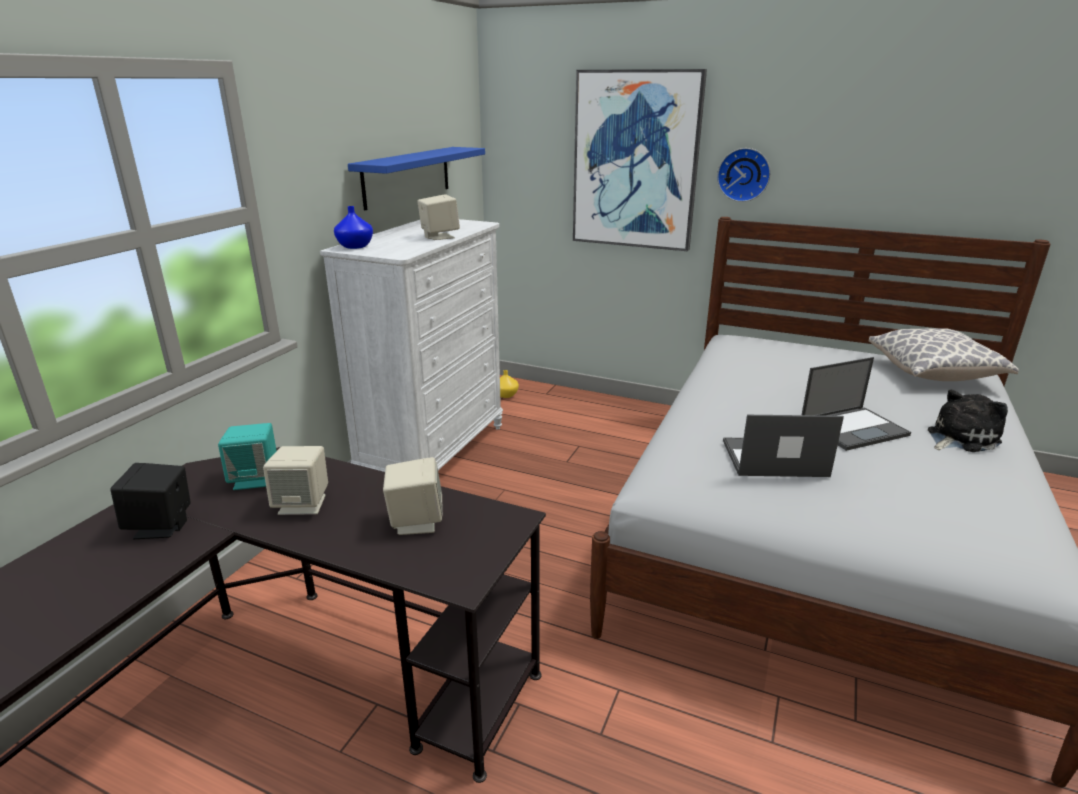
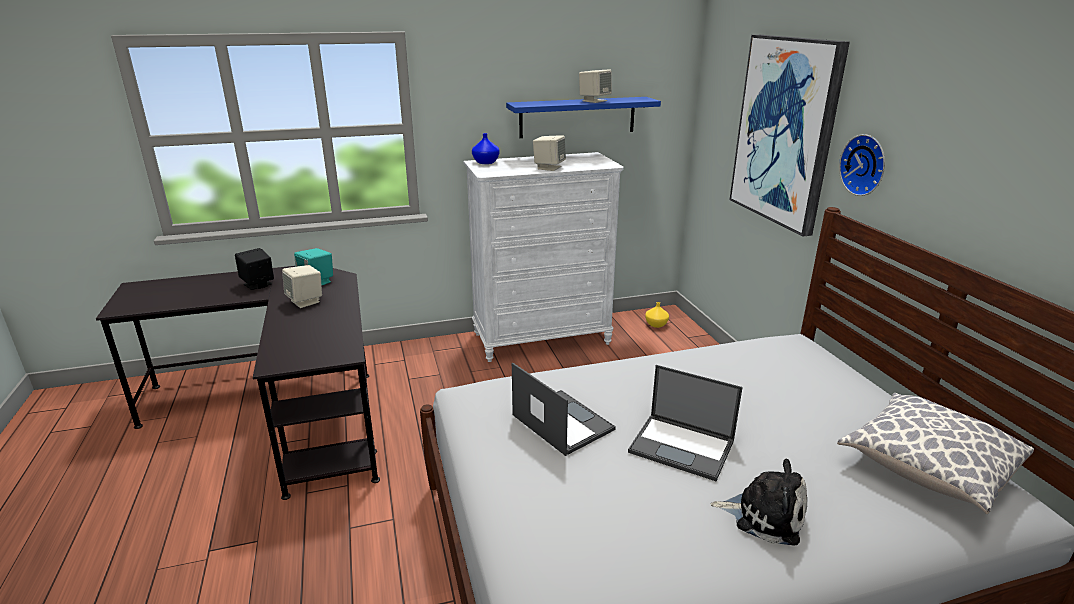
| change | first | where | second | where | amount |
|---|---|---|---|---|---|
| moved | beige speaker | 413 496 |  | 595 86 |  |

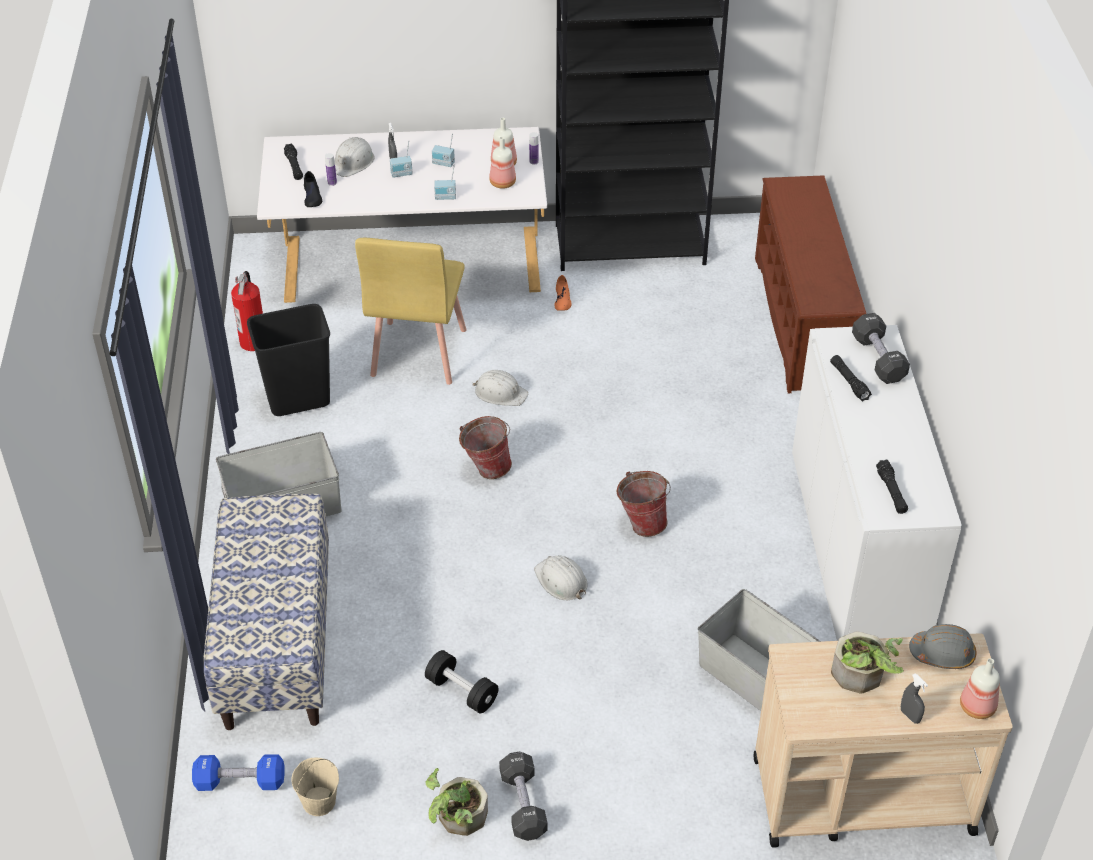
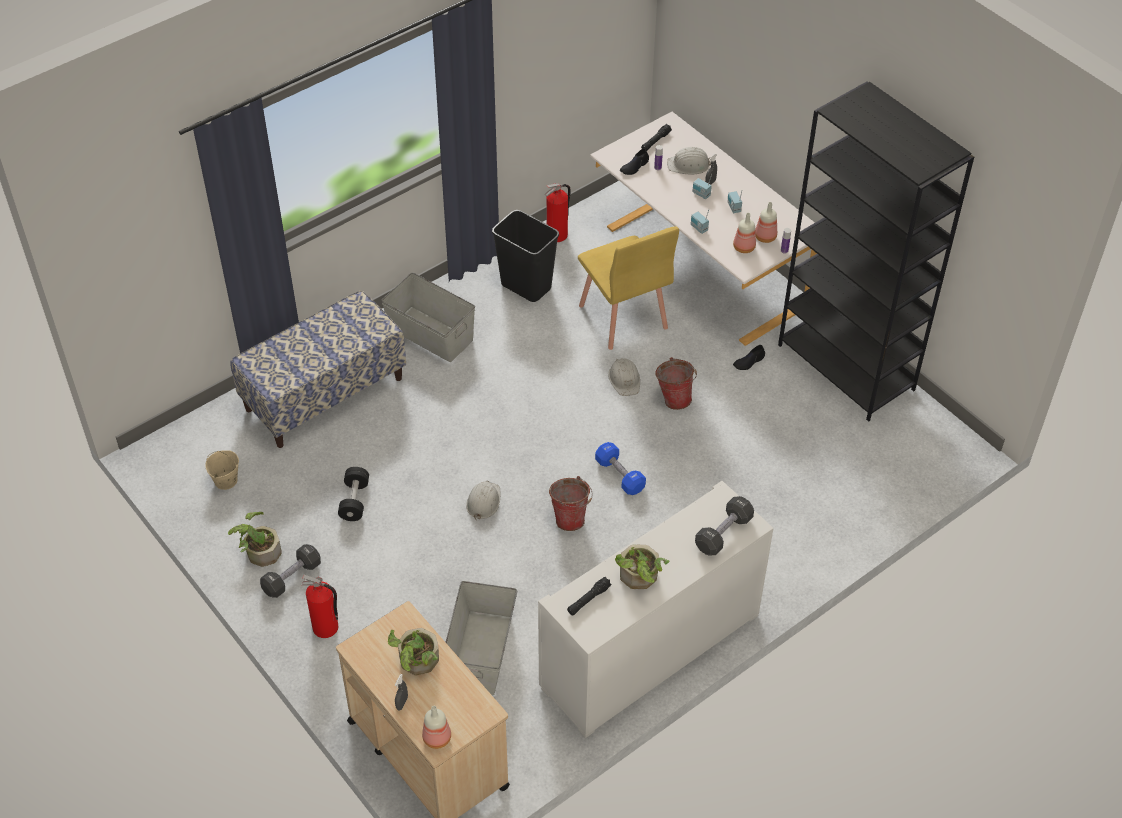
| change | first | where | second | where | amount |
|---|---|---|---|---|---|
| moved | blue dumbbell | 238 772 |  | 620 468 |  |
| turned | yellow chair | 411 311 |  | 628 288 | 90 degrees counterclockwise |
| moved | bucket | 485 447 |  | 676 383 |  |
| recoloured | orange shoe | 563 293 | black shoe | 749 357 |  |
| removed | brown shoe rack | 810 284 |  |  |  |
| removed | black flashlight | 851 378 |  |  |  |
| removed | grey hard hat | 942 646 |  |  |  |
| added |  |  | fire extinguisher | 320 606 |  |
| added |  |  | potted plant | 642 567 |  |

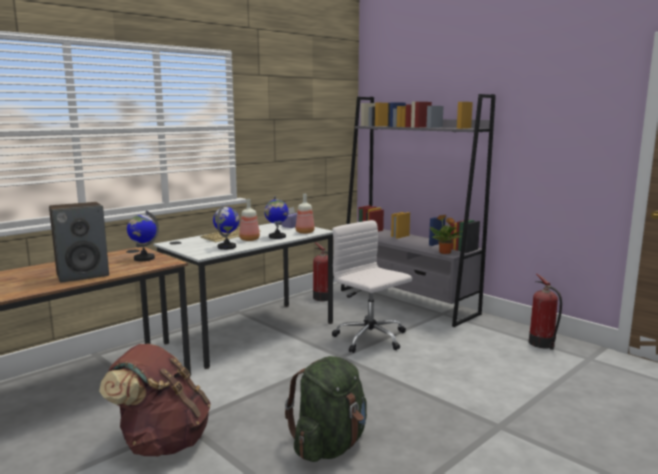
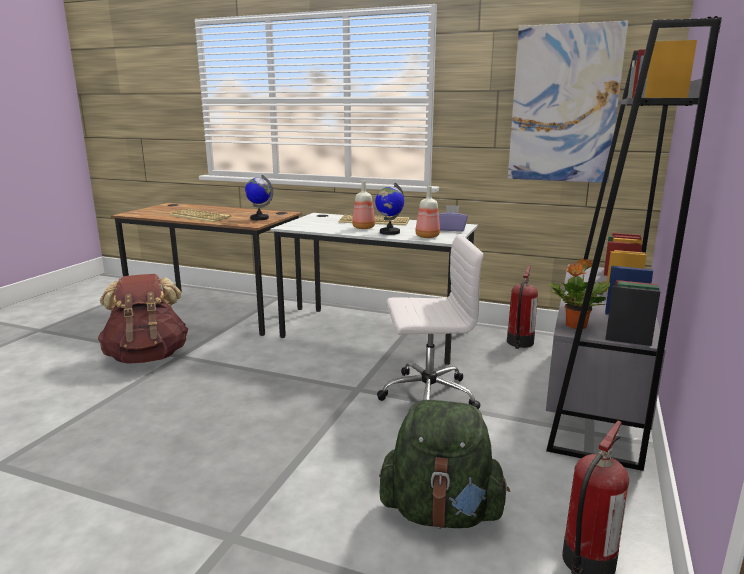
| change | first | where | second | where | amount |
|---|---|---|---|---|---|
| replaced | speaker | 79 242 | keyboard | 200 215 |  |
| removed | globe | 226 227 |  |  |  |
| moved | green backpack | 326 409 |  | 444 464 |  |
| turned | white office chair | 372 286 |  | 430 322 | 60 degrees clockwise |
| added |  |  | picture | 568 102 |  |

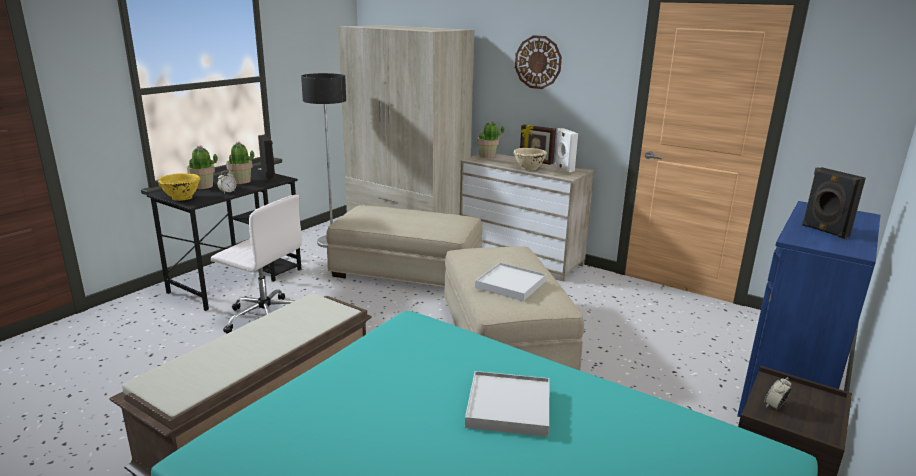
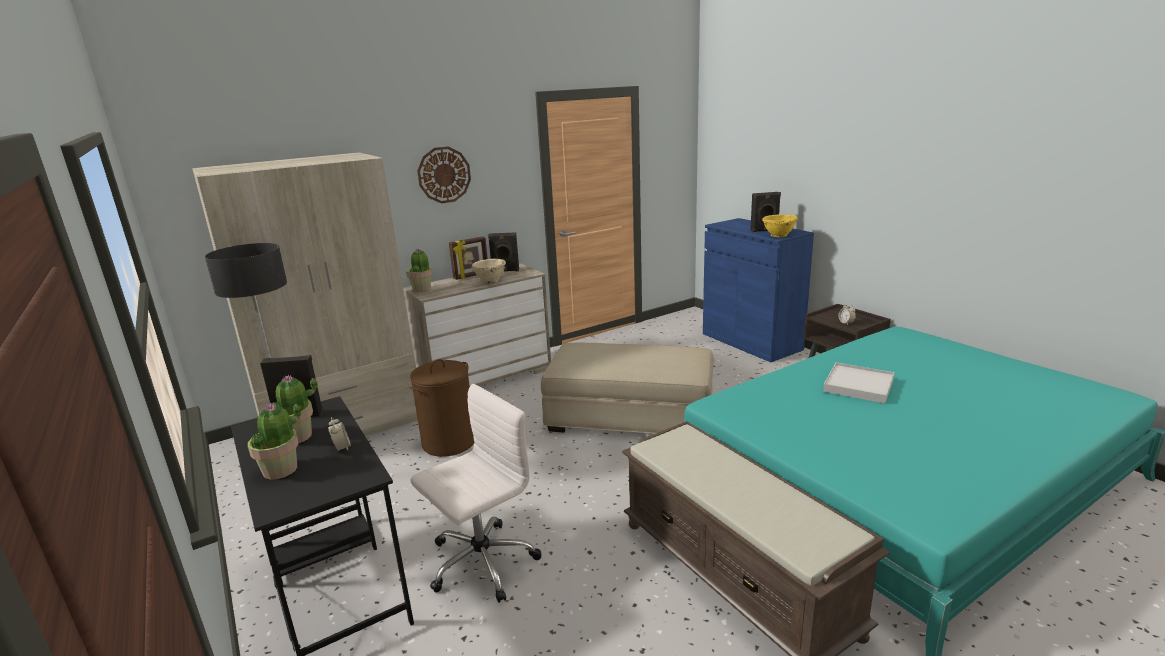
| change | first | where | second | where | amount |
|---|---|---|---|---|---|
| moved | yellow bowl | 179 187 |  | 780 225 |  |
| replaced | beige ottoman | 404 246 | brown laundry basket | 442 408 |  |
| removed | white tray | 511 282 |  |  |  |
| recoloured | white speaker | 566 150 | black speaker | 503 251 |  |

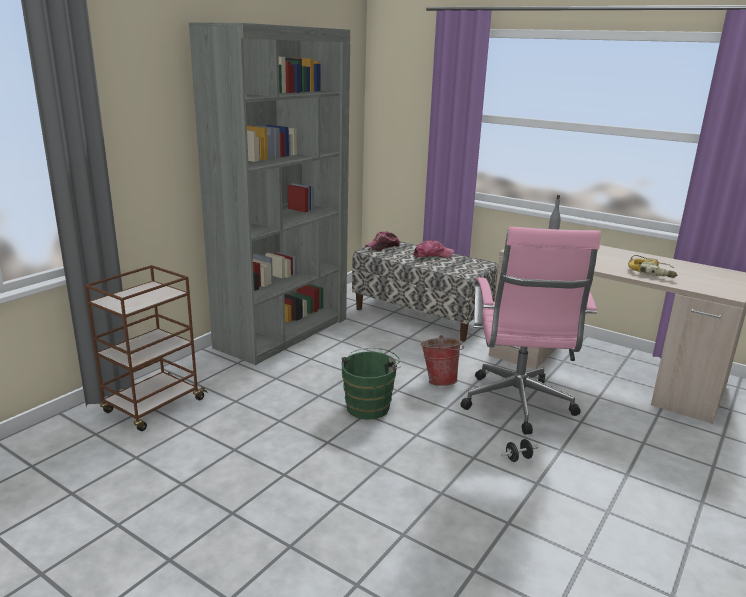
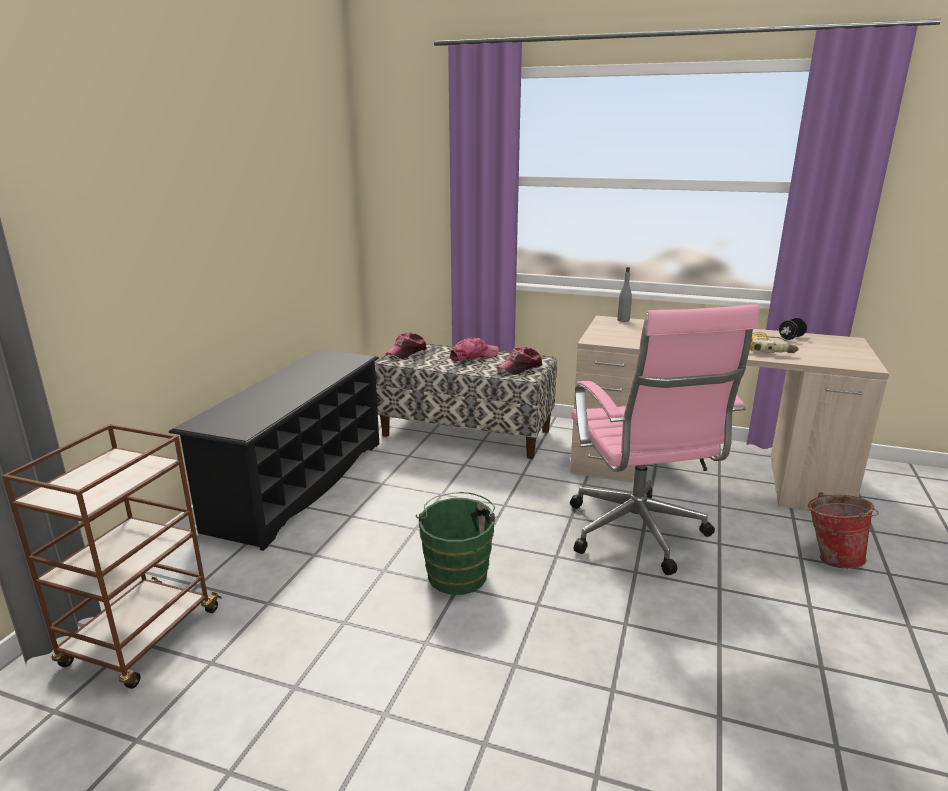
| change | first | where | second | where | amount |
|---|---|---|---|---|---|
| replaced | grey bookcase | 269 193 | black shoe rack | 274 450 |  |
| moved | bucket | 442 360 |  | 843 530 |  |
| moved | black dumbbell | 519 450 |  | 793 329 |  |
| added |  |  | cap | 519 361 |  |

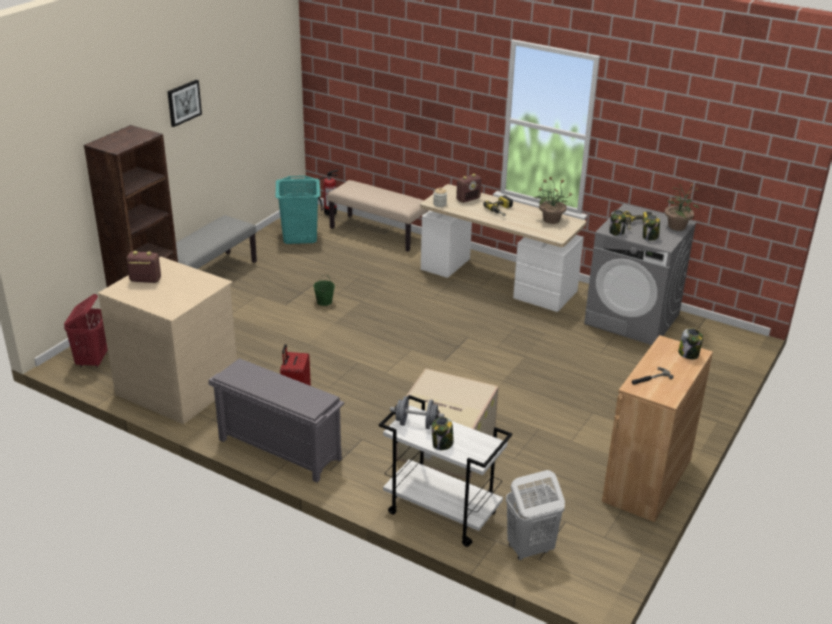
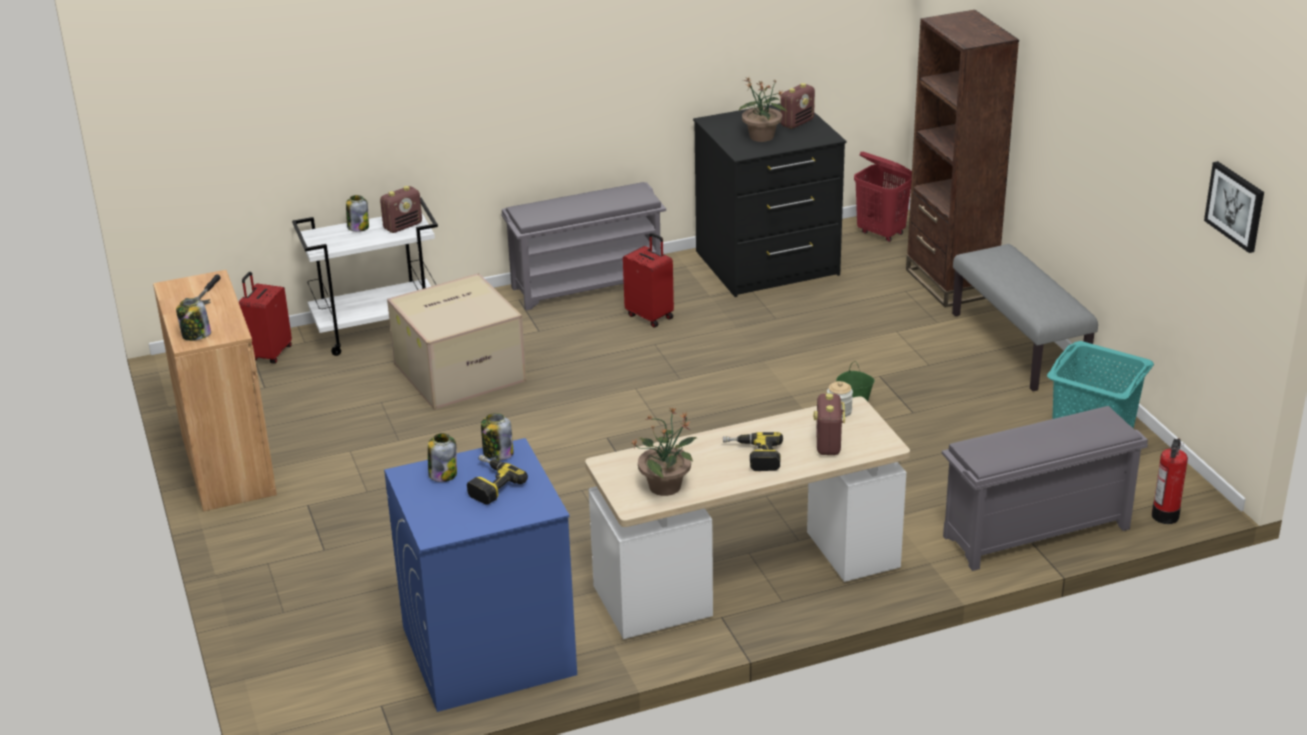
| change | first | where | second | where | amount |
|---|---|---|---|---|---|
| recoloured | beige dresser | 167 340 | black dresser | 770 200 |  |
| moved | picture | 184 103 |  | 1234 207 |  |
| replaced | beige bench | 378 216 | grey shoe rack | 1045 488 |  |
| replaced | grey dumbbell | 417 412 | radio | 401 209 |  |
| replaced | white laundry basket | 535 515 | red suitcase | 265 317 |  |
| recoloured | grey washing machine | 640 274 | blue washing machine | 480 575 |  |
| moved | potted plant | 681 207 |  | 763 109 |  |

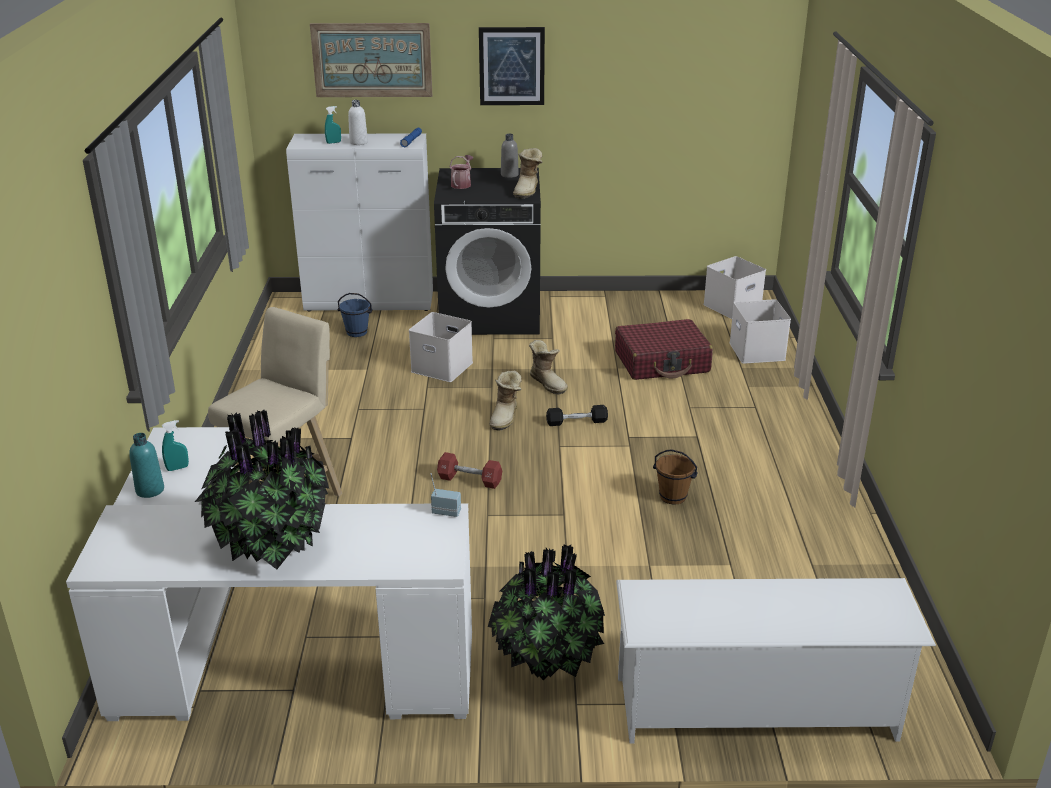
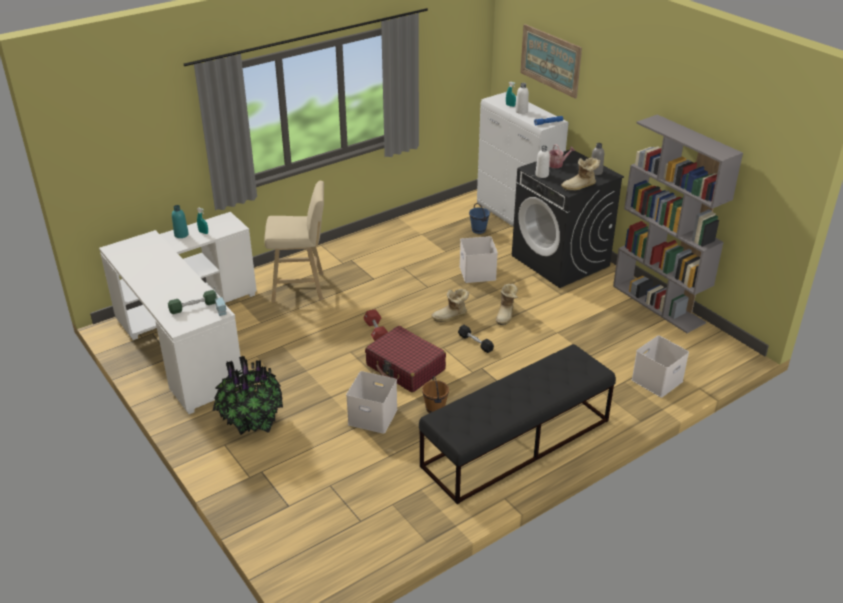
| change | first | where | second | where | amount |
|---|---|---|---|---|---|
| removed | potted plant | 262 489 |  |  |  |
| removed | picture | 512 66 |  |  |  |
| moved | red suitcase | 664 349 |  | 405 359 |  |
| removed | white shoe rack | 776 660 |  |  |  |
| moved | white storage box | 734 287 |  | 372 402 |  |
| added |  |  | green dumbbell | 192 302 |  |
| added |  |  | black bench | 517 424 |  |
| added |  |  | white bottle | 542 161 |  |
| added |  |  | grey bookcase | 678 224 |  |

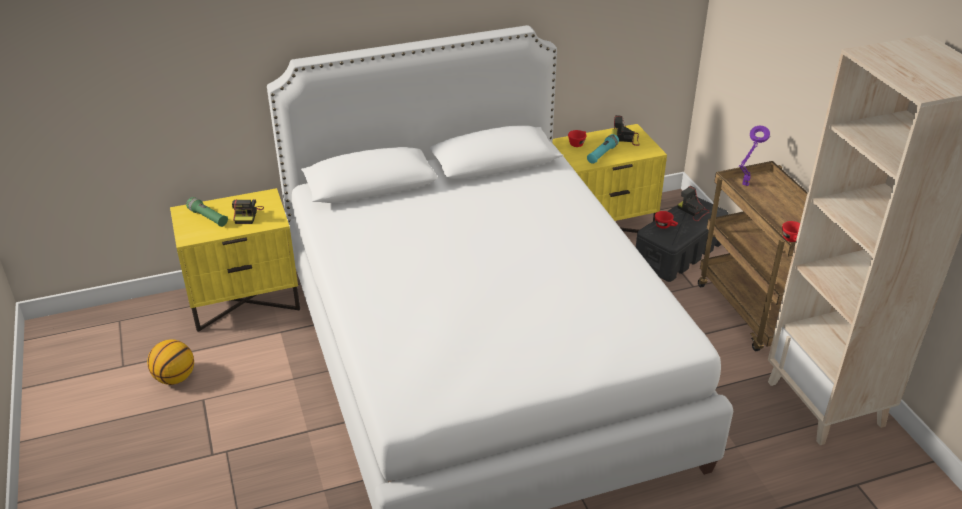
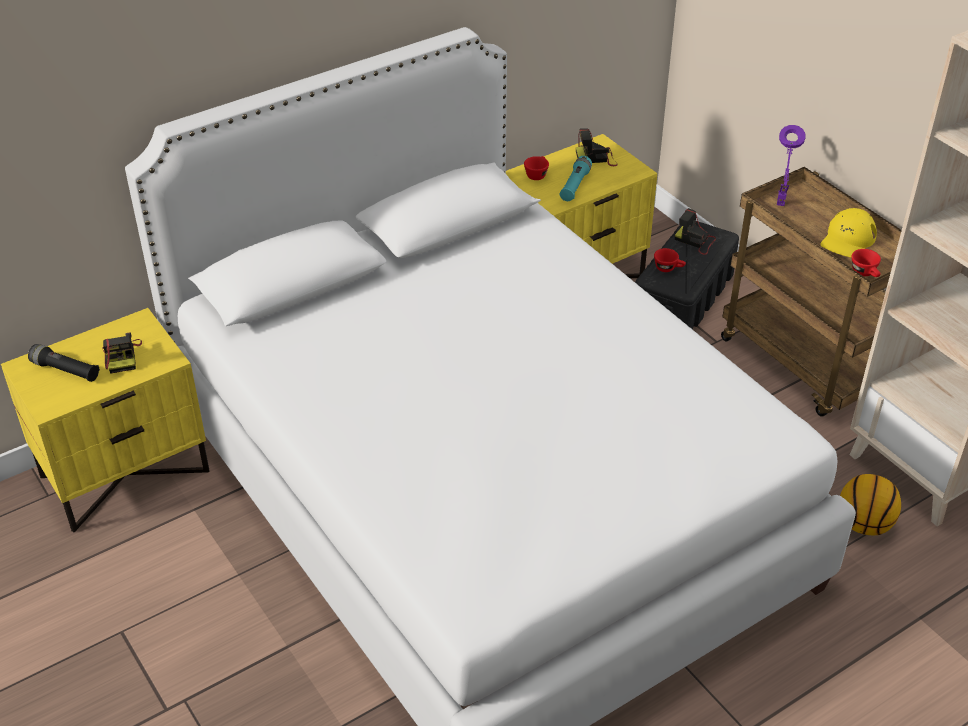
| change | first | where | second | where | amount |
|---|---|---|---|---|---|
| moved | basketball | 170 362 |  | 870 504 |  |
| recoloured | green flashlight | 207 212 | black flashlight | 64 363 |  |
| added |  |  | yellow cap | 848 233 |  |

